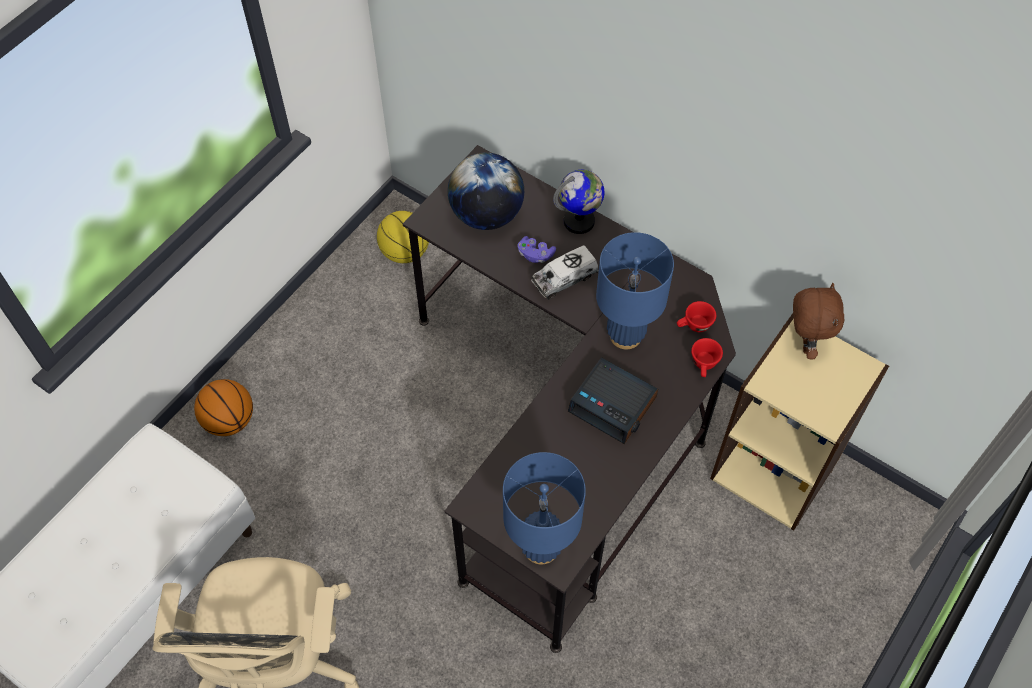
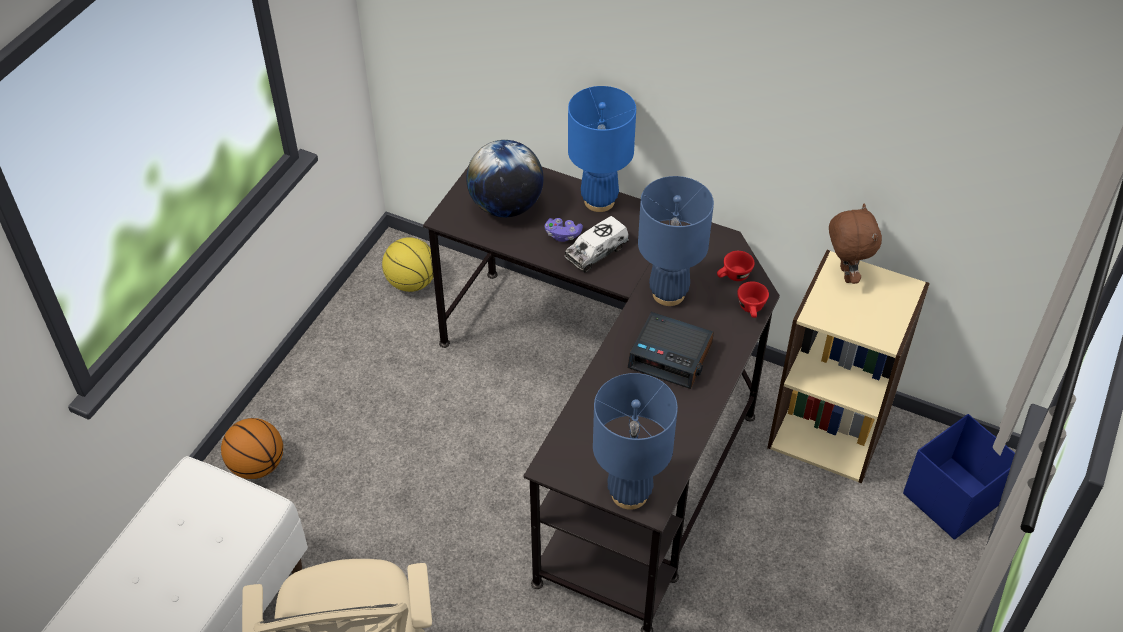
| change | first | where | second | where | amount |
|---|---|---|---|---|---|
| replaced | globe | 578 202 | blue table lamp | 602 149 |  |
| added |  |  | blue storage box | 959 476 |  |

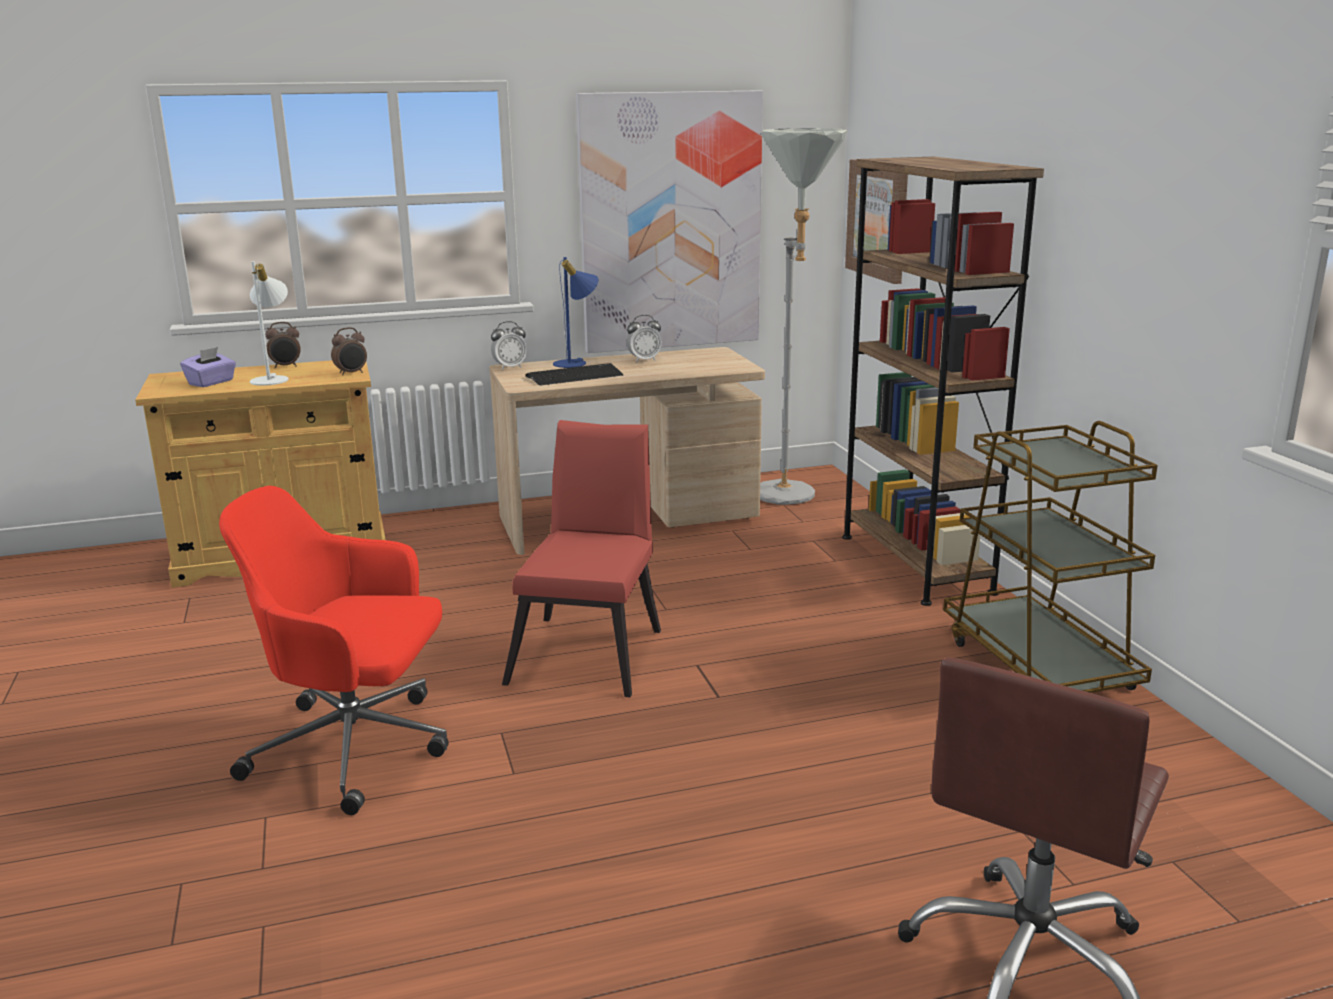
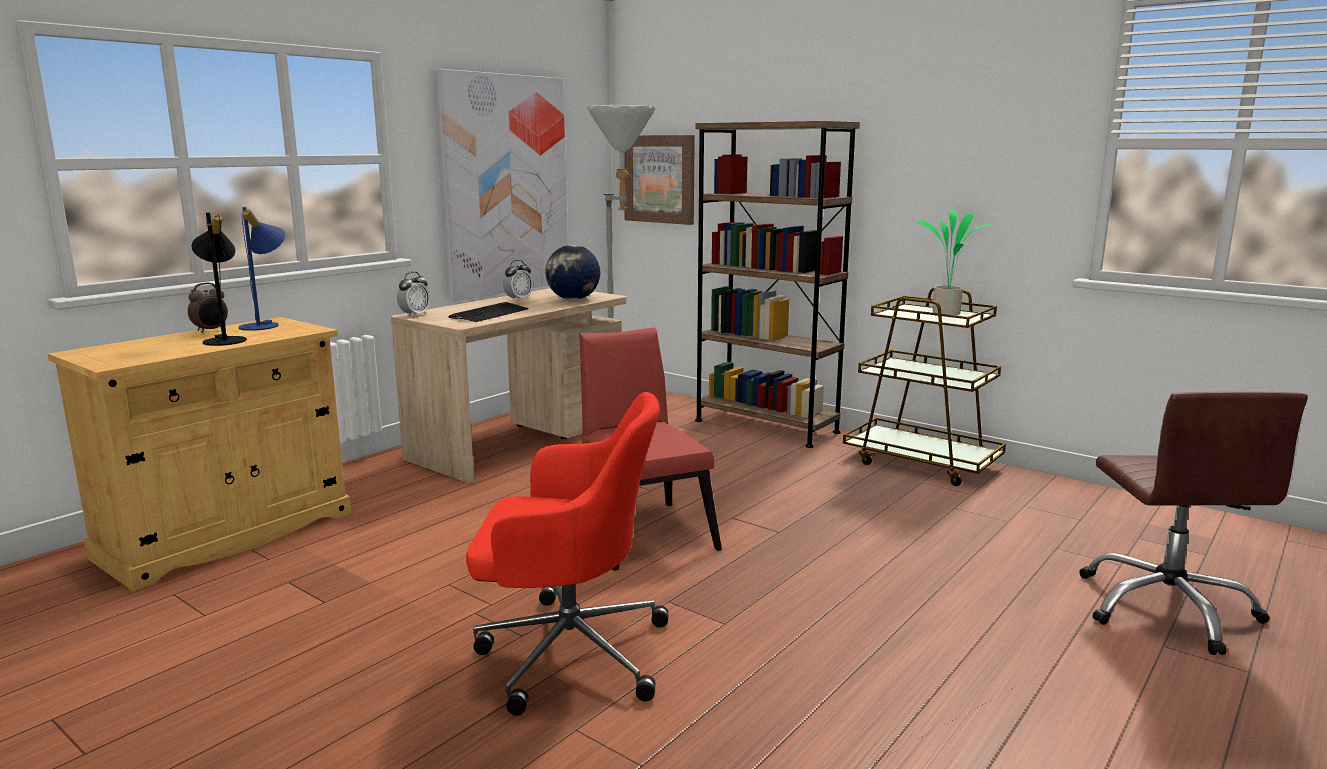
| change | first | where | second | where | amount |
|---|---|---|---|---|---|
| removed | purple tissue box | 208 367 |  |  |  |
| turned | red office chair | 334 650 |  | 567 554 | 150 degrees counterclockwise |
| recoloured | white table lamp | 269 323 | black table lamp | 219 279 |  |
| removed | alarm clock | 349 351 |  |  |  |
| moved | blue table lamp | 575 312 |  | 261 269 |  |
| added |  |  | globe | 572 272 |  |
| added |  |  | potted plant | 954 262 |  |

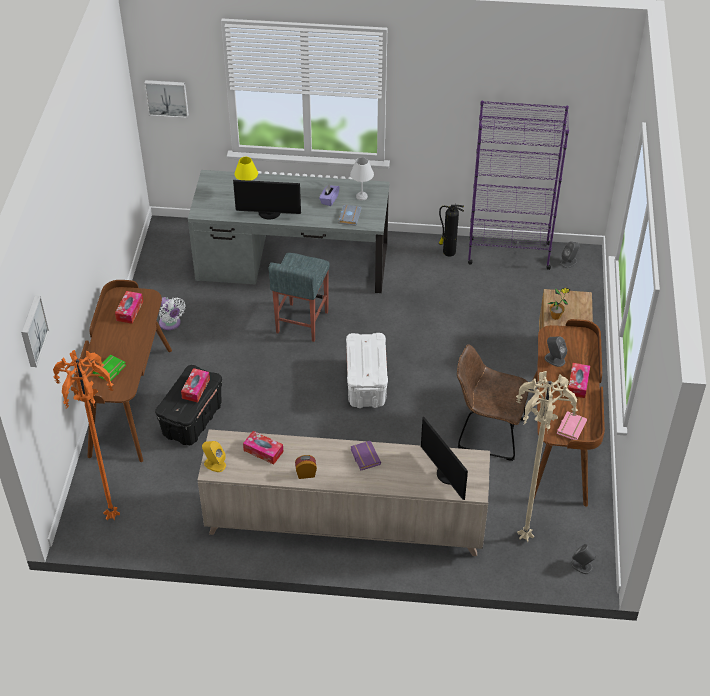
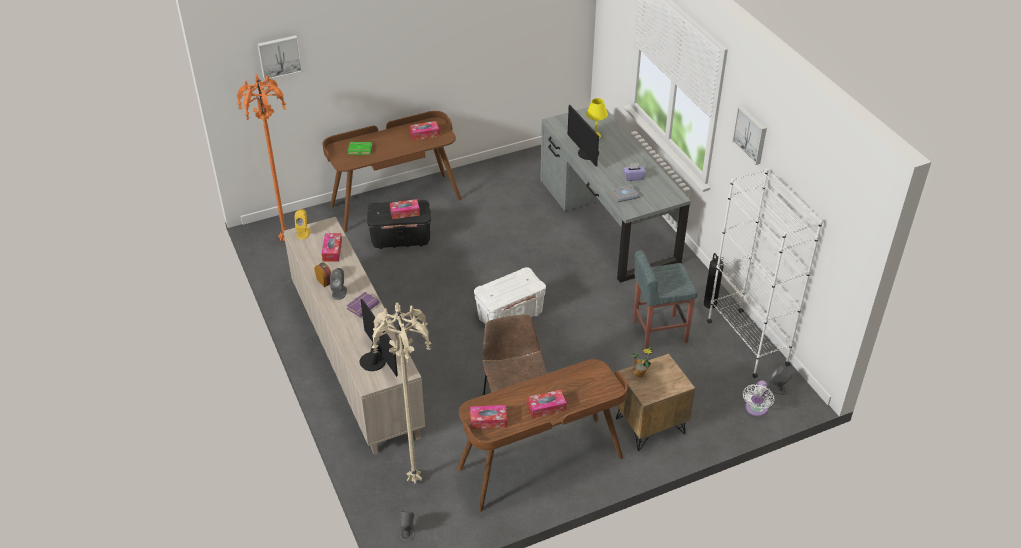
| change | first | where | second | where | amount |
|---|---|---|---|---|---|
| moved | picture | 166 99 |  | 749 135 |  |
| moved | white fan | 172 313 |  | 758 398 |  |
| moved | grey stool | 299 297 |  | 665 299 |  |
| removed | white table lamp | 362 179 |  |  |  |
| turned | monitor | 444 458 |  | 379 338 | 120 degrees clockwise |
| recoloured | purple bookcase | 518 185 | white bookcase | 765 273 |  |
| moved | grey speaker | 556 351 |  | 338 284 |  |
| replaced | pink book | 572 425 | tissue box | 488 417 |  |

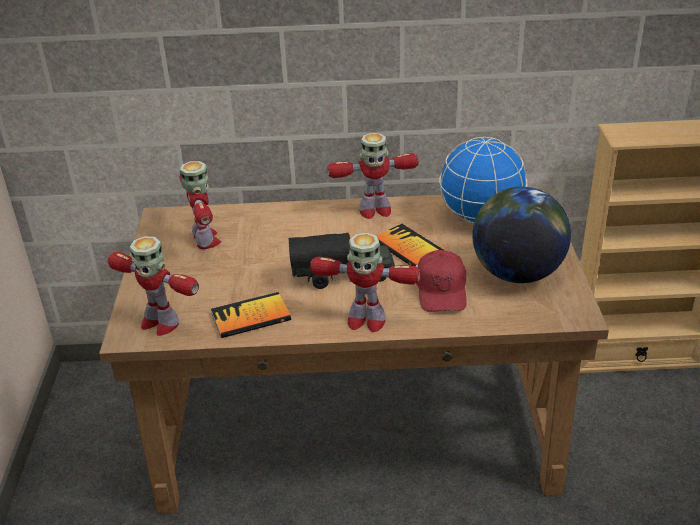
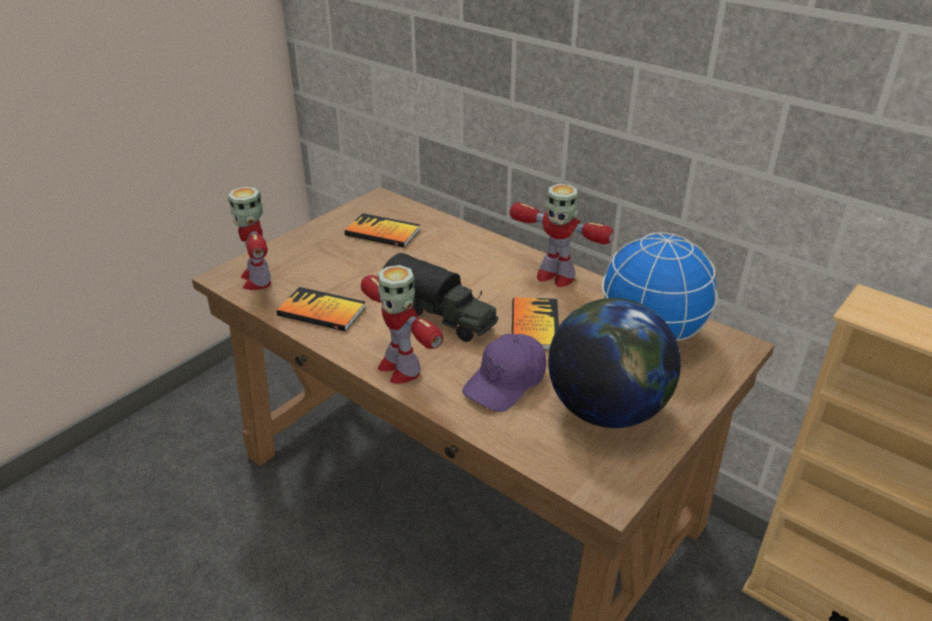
| change | first | where | second | where | amount |
|---|---|---|---|---|---|
| replaced | toy robot | 200 205 | book | 382 230 |  |
| recoloured | red cap | 441 281 | purple cap | 504 373 |  |

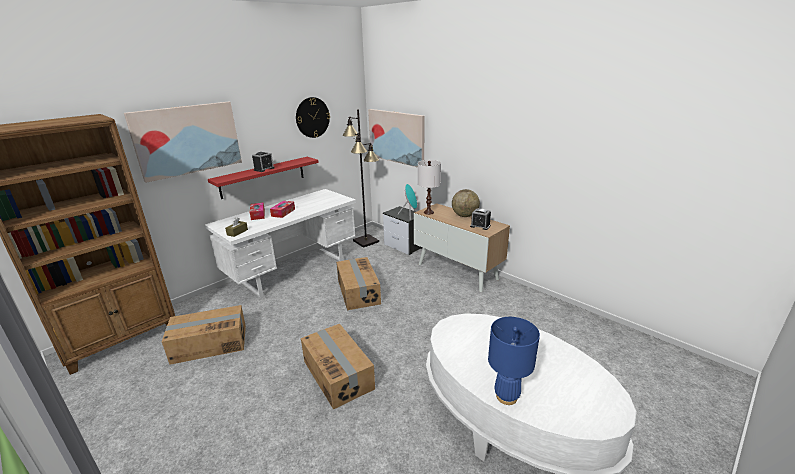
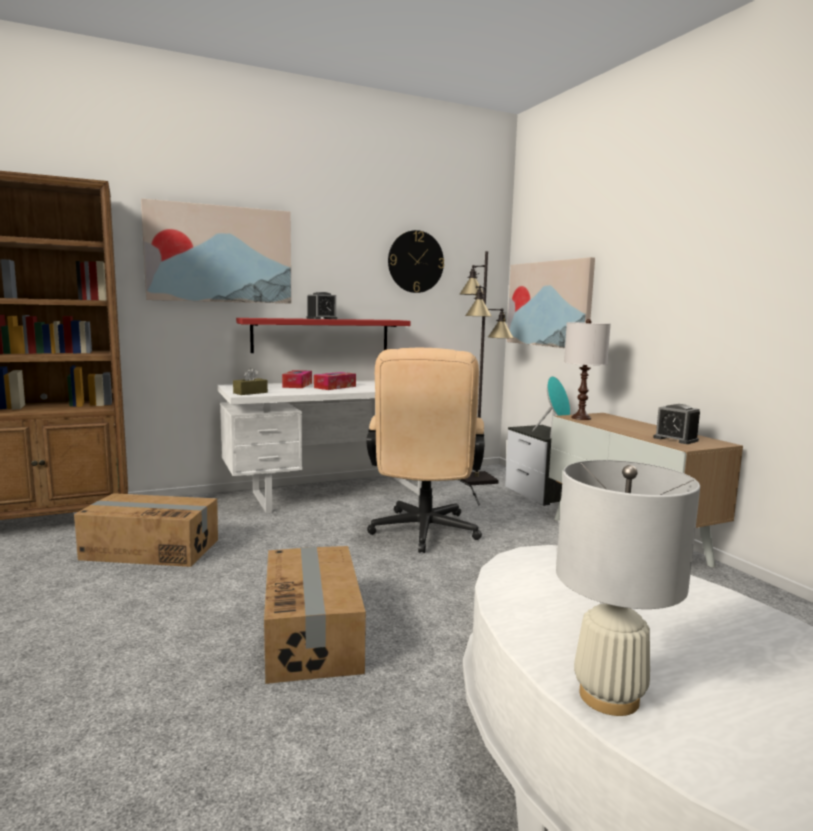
| change | first | where | second | where | amount |
|---|---|---|---|---|---|
| replaced | cardboard box | 358 283 | beige office chair | 425 450 |  |
| removed | globe | 466 203 |  |  |  |
| recoloured | blue table lamp | 514 361 | white table lamp | 628 588 |  |

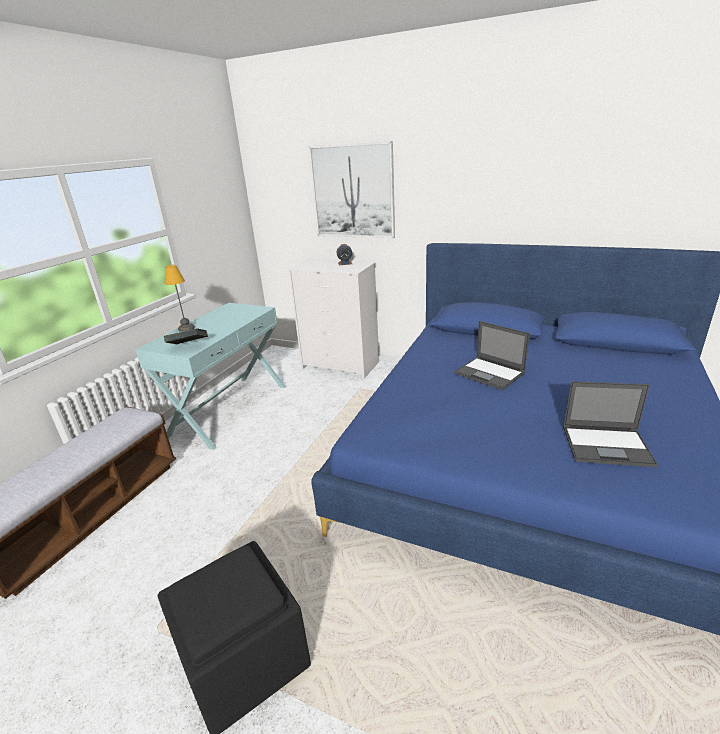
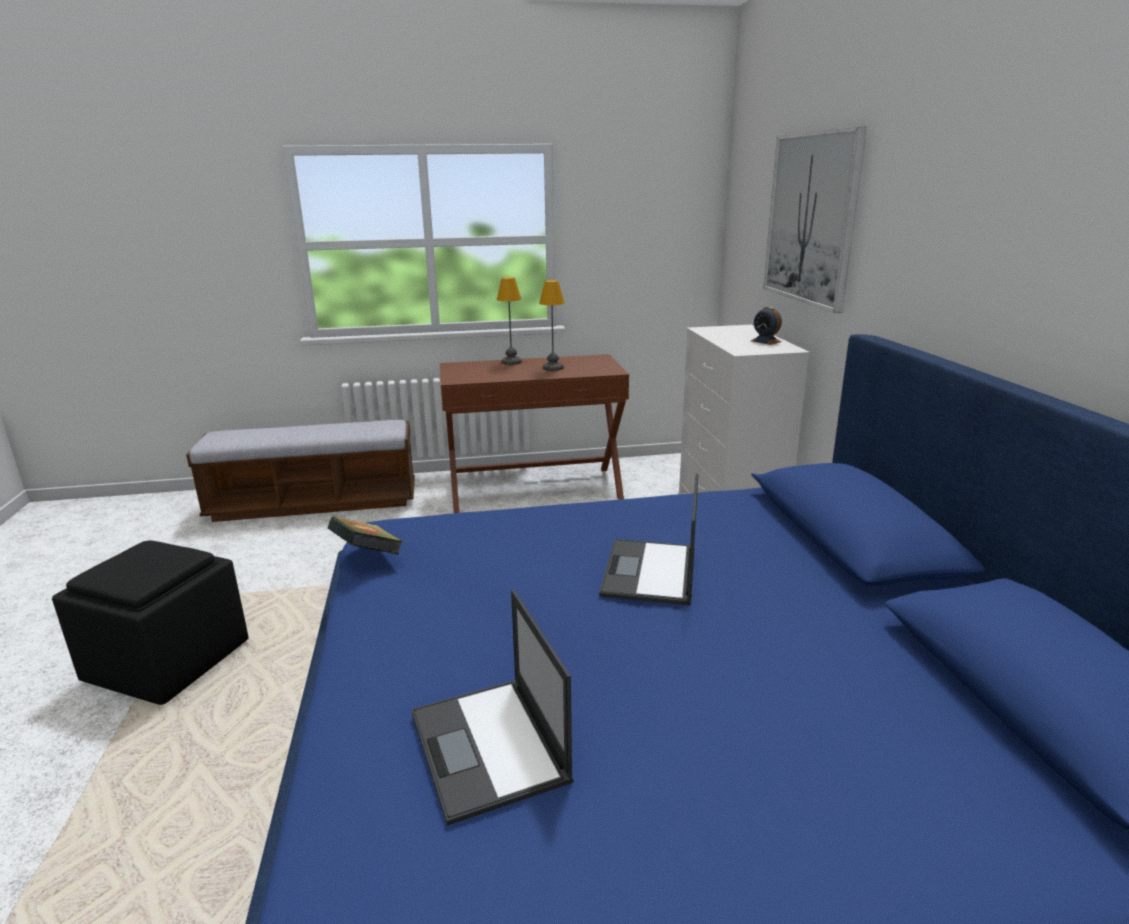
| change | first | where | second | where | amount |
|---|---|---|---|---|---|
| recoloured | turquoise console table | 210 376 | brown console table | 534 433 |  |
| moved | book | 186 336 |  | 365 535 |  |
| added |  |  | table lamp | 552 325 |  |

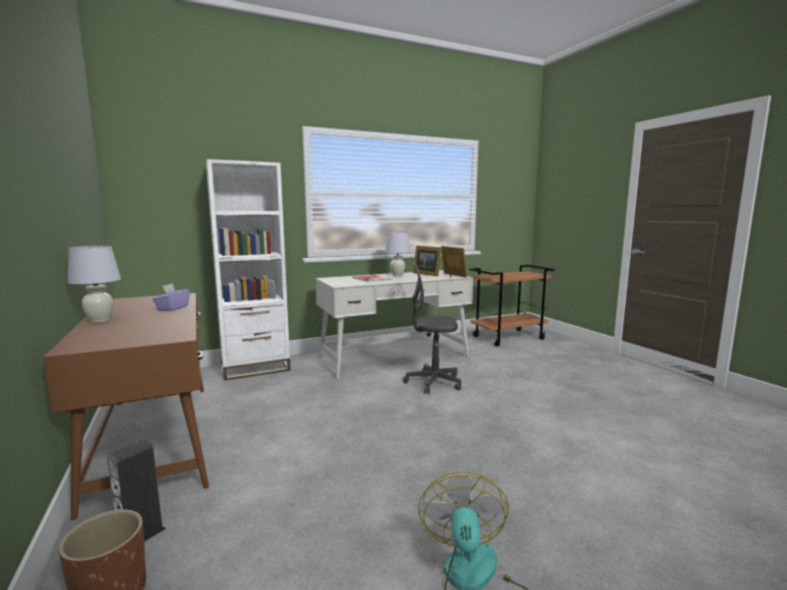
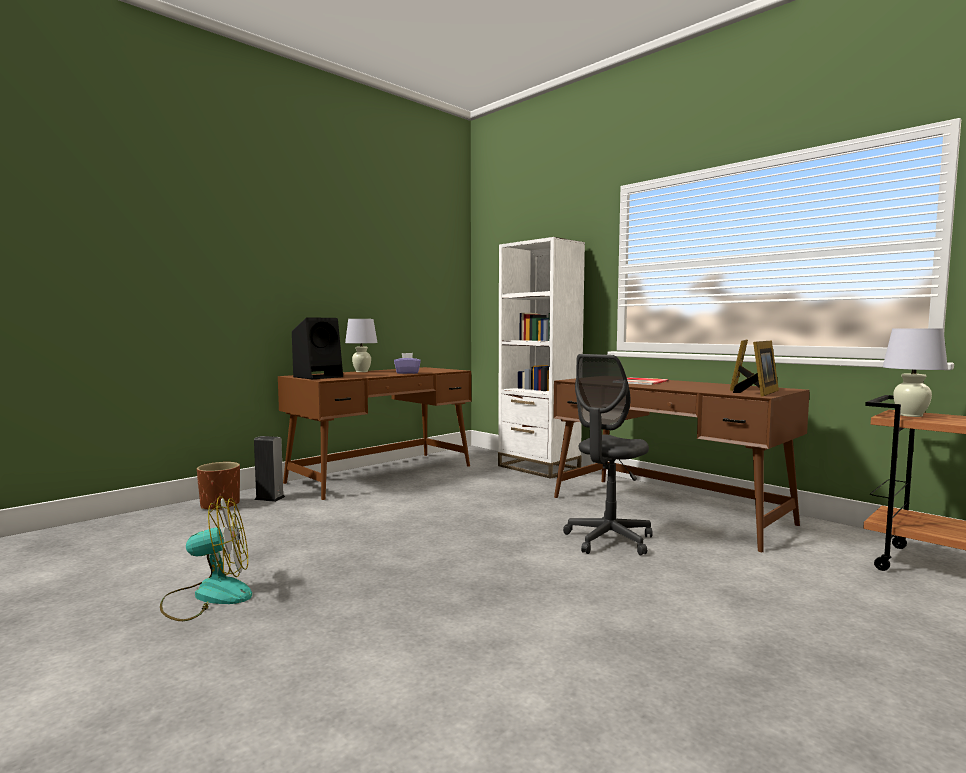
| change | first | where | second | where | amount |
|---|---|---|---|---|---|
| recoloured | white desk | 394 324 | brown desk | 681 464 |  |
| moved | white table lamp | 398 254 |  | 915 372 |  |
| turned | grey office chair | 432 327 |  | 607 454 | 120 degrees counterclockwise |
| added |  |  | black speaker | 317 348 |  |

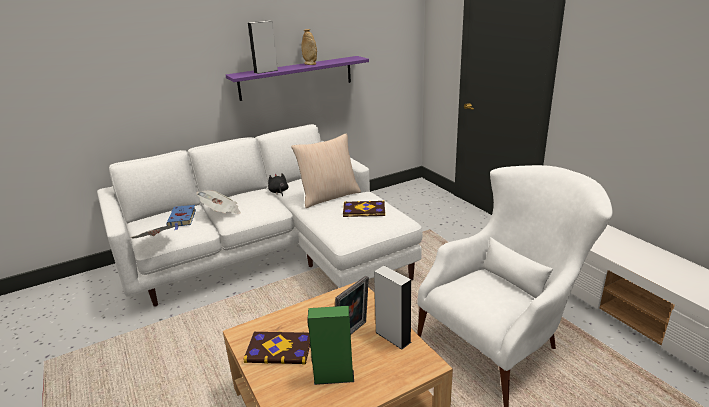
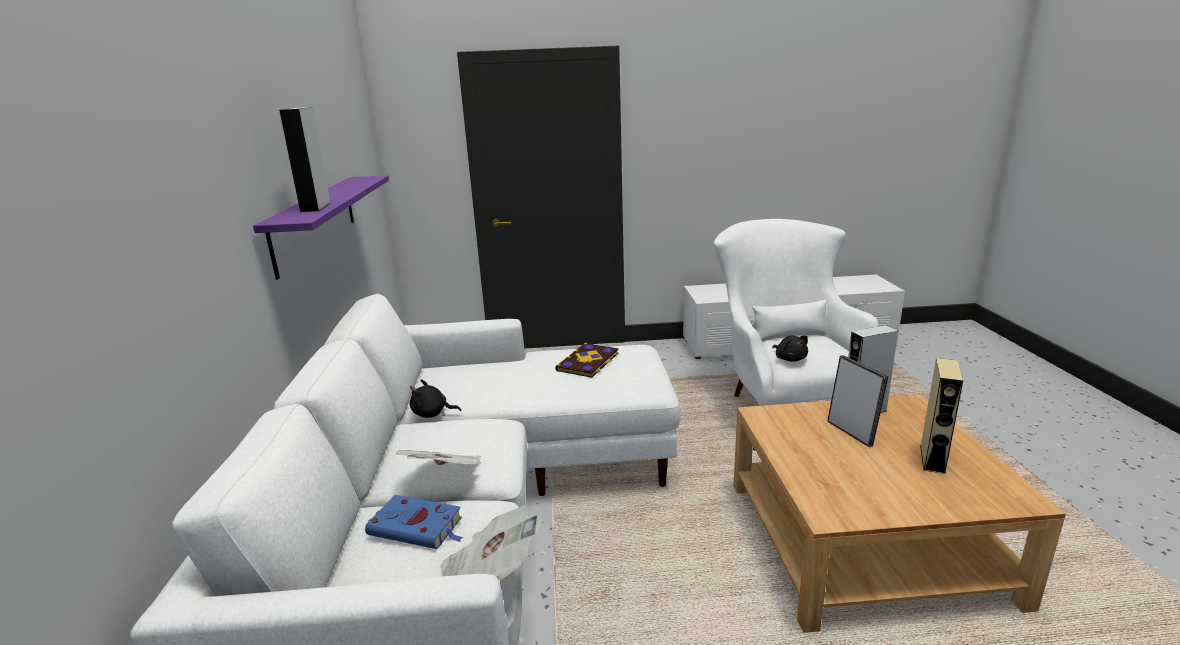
| change | first | where | second | where | amount |
|---|---|---|---|---|---|
| removed | book | 276 347 |  |  |  |
| removed | beige pillow | 326 170 |  |  |  |
| removed | beige vase | 309 47 |  |  |  |
| recoloured | green speaker | 331 345 | beige speaker | 941 416 |  |
| added |  |  | black plush toy | 790 348 |  |

